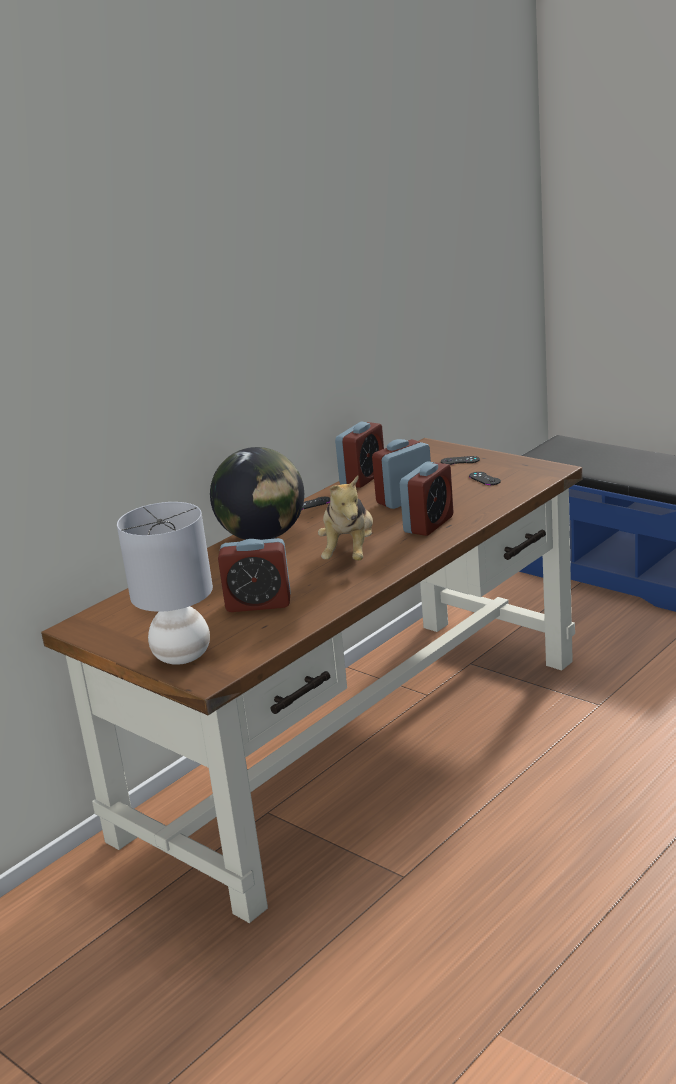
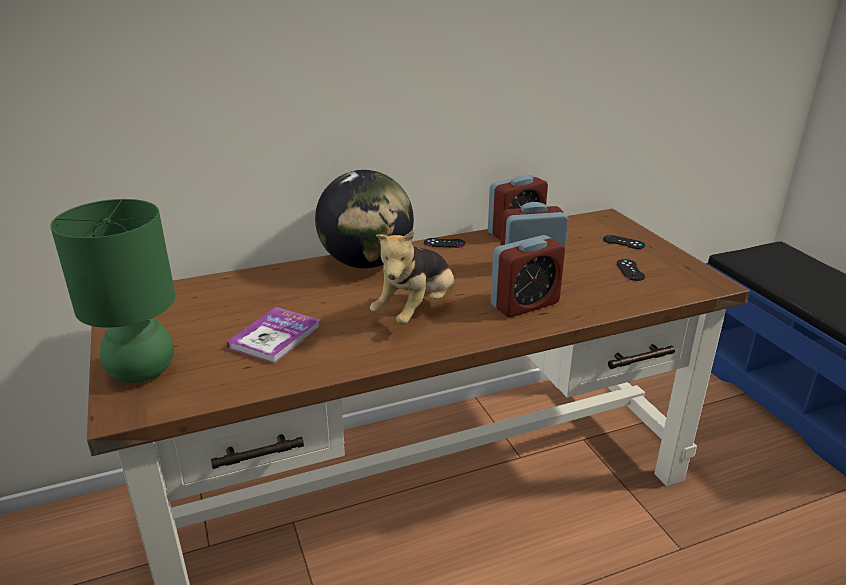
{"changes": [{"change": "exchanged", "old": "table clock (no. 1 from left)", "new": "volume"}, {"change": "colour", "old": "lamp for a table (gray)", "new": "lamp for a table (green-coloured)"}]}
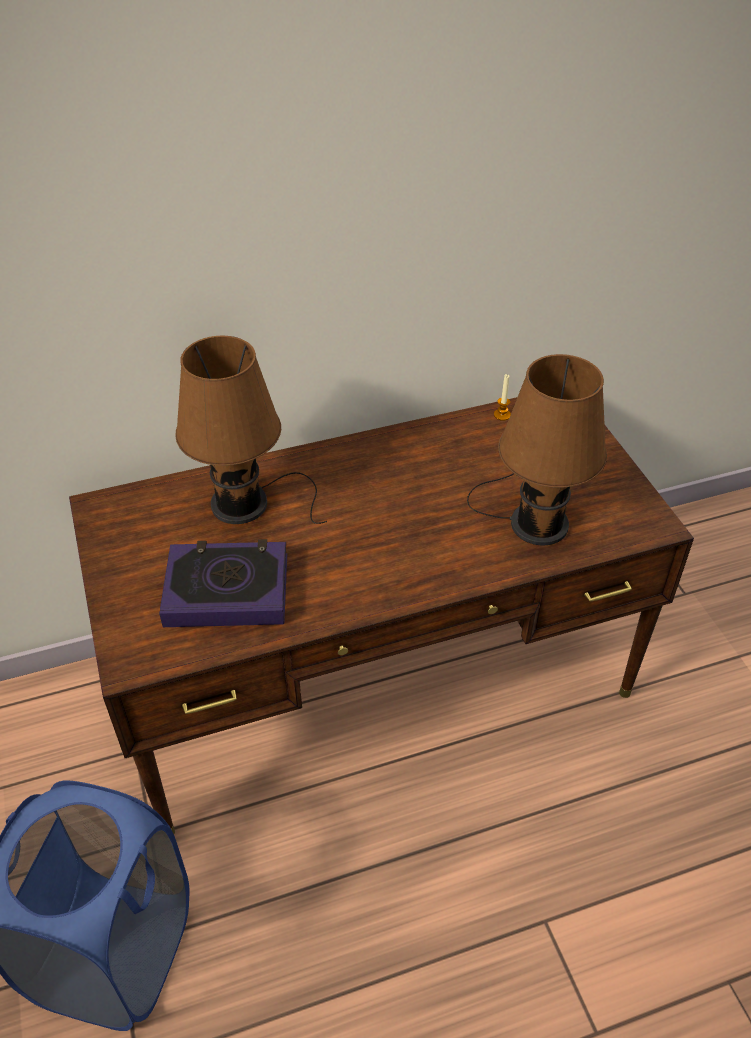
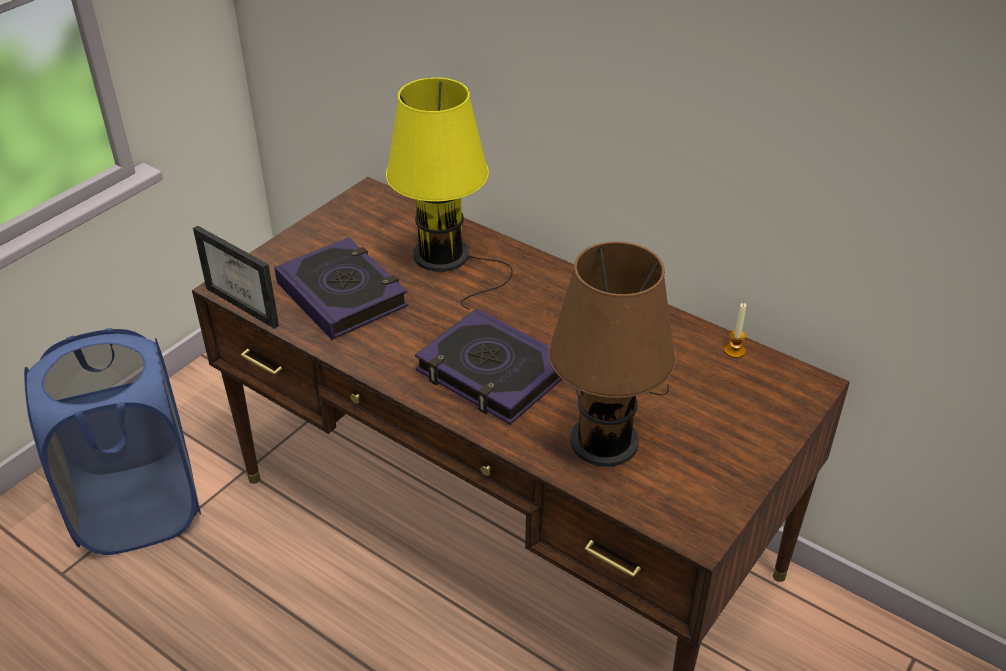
{"changes": [{"change": "appeared", "new": "picture frame"}, {"change": "appeared", "new": "volume (no. 2 from left)"}, {"change": "colour", "old": "lamp for a table (brownish) (no. 1 from left)", "new": "lamp for a table (yellow-coloured)"}]}
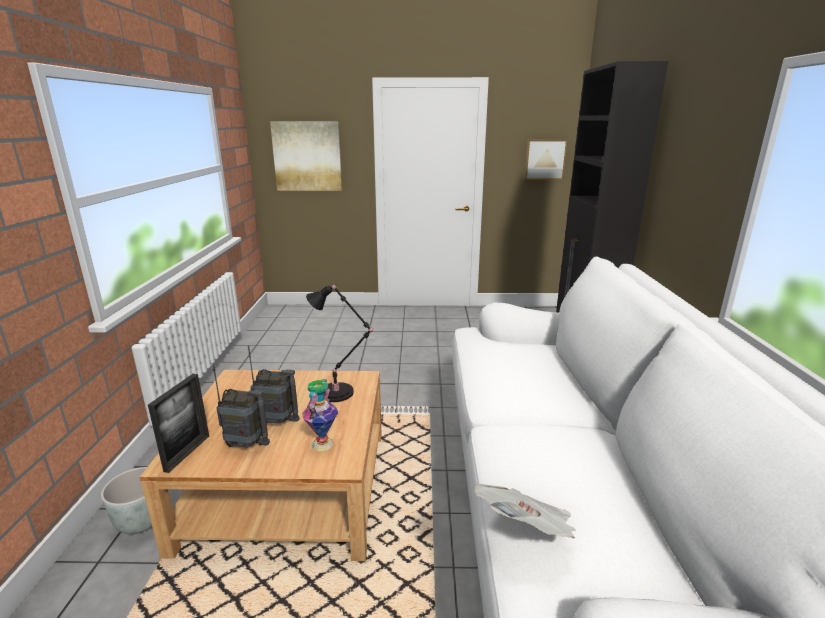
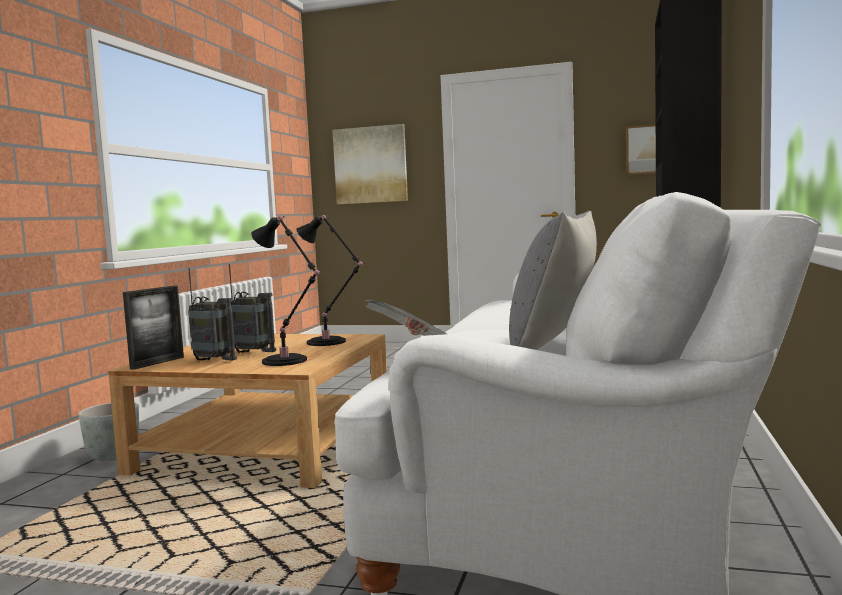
{"changes": [{"change": "appeared", "new": "pillow (gray)"}, {"change": "exchanged", "old": "flower vase", "new": "lamp for a table (black) (no. 1 from left)"}]}
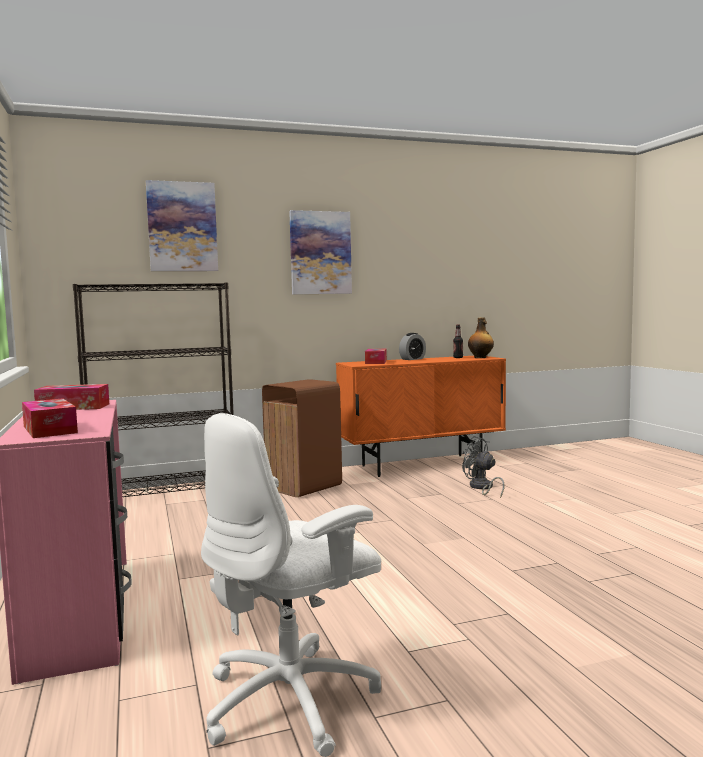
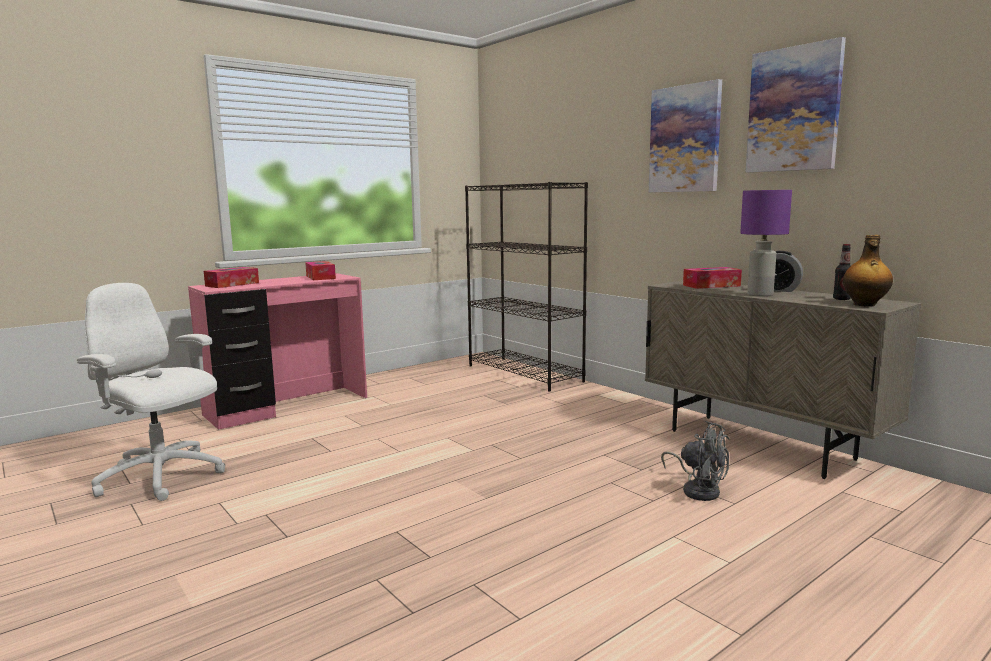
{"changes": [{"change": "missing", "old": "rubbish bin (brownish)"}, {"change": "appeared", "new": "lamp for a table (purplish)"}, {"change": "relocated", "old": "wall art (no. 1 from left in the first image)", "new": "wall art (no. 2 from left)"}, {"change": "colour", "old": "cabinet (orange)", "new": "cabinet (beige-coloured)"}, {"change": "spun", "old": "electric fan (gray)", "degrees": 105}]}
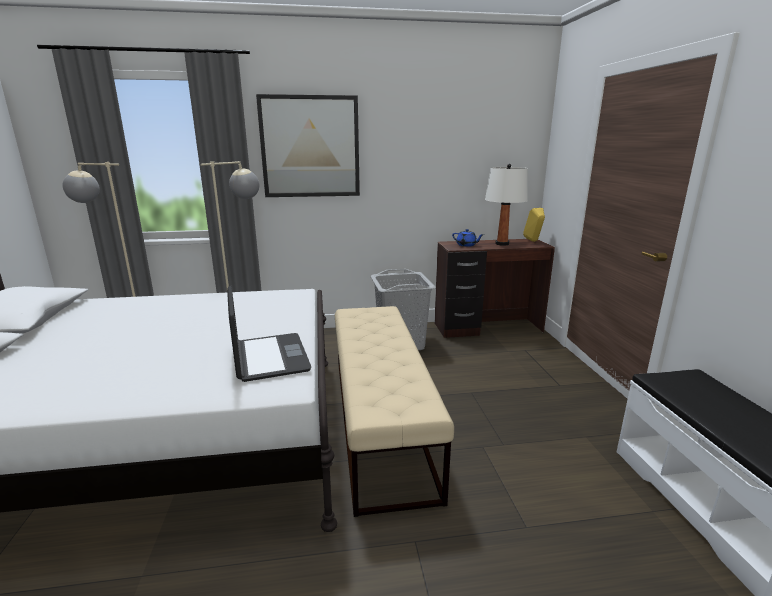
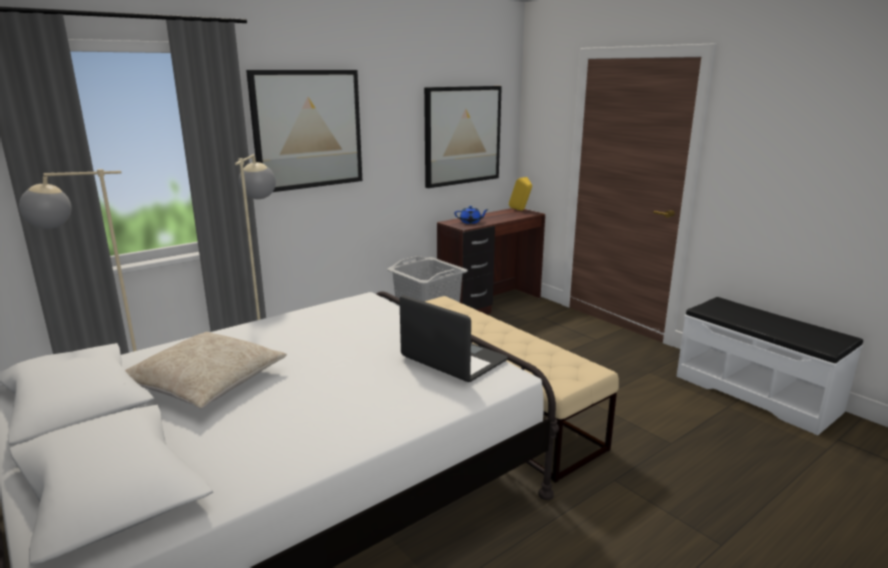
{"changes": [{"change": "missing", "old": "lamp for a table (white-coloured)"}, {"change": "appeared", "new": "pillow (beige-coloured)"}, {"change": "appeared", "new": "wall art (no. 2 from left)"}]}
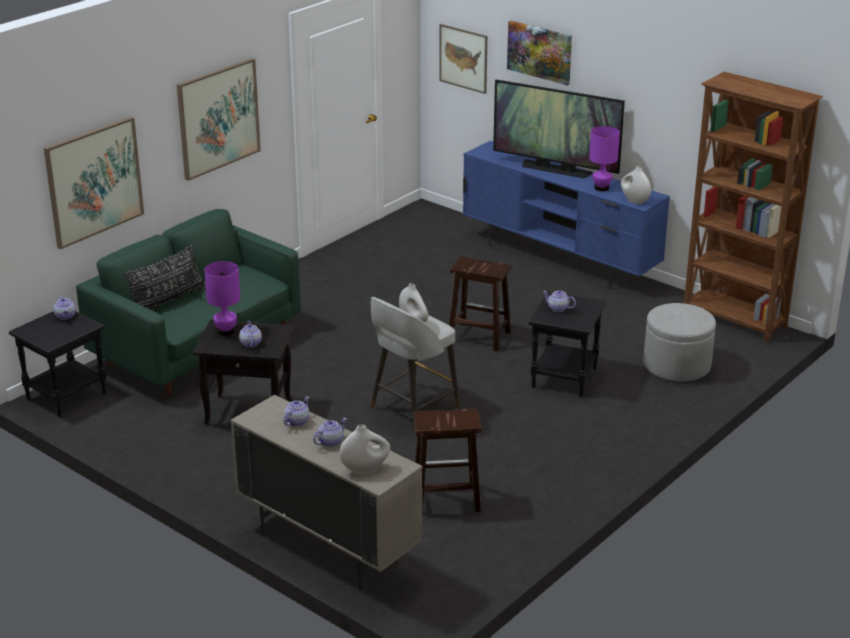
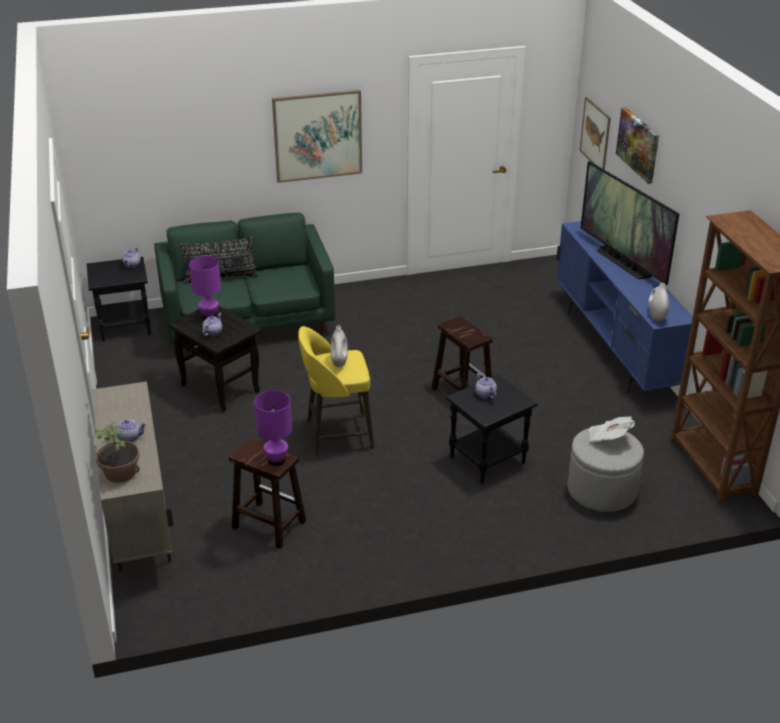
{"changes": [{"change": "missing", "old": "wall art (no. 1 from left)"}, {"change": "missing", "old": "teapot (no. 3 from left)"}, {"change": "appeared", "new": "daily paper"}, {"change": "relocated", "old": "lamp for a table (purplish) (no. 2 from left)"}, {"change": "exchanged", "old": "flower vase (white-coloured) (no. 1 from left)", "new": "potted plant"}, {"change": "colour", "old": "stool seat (gray)", "new": "stool seat (yellow-coloured)"}]}
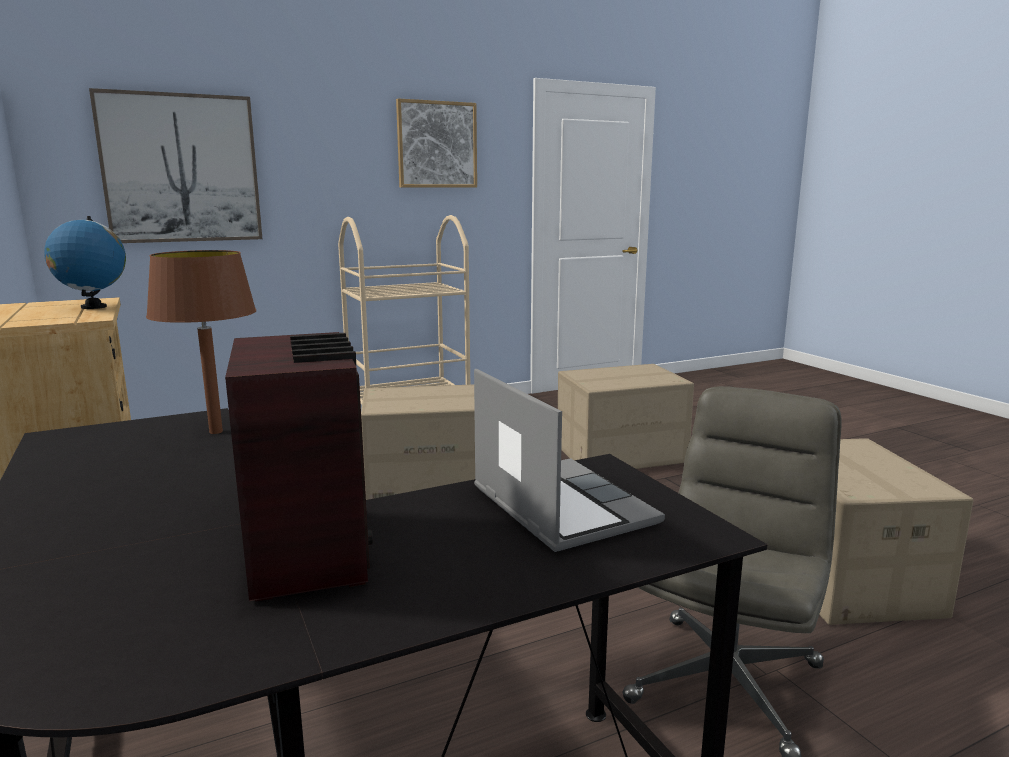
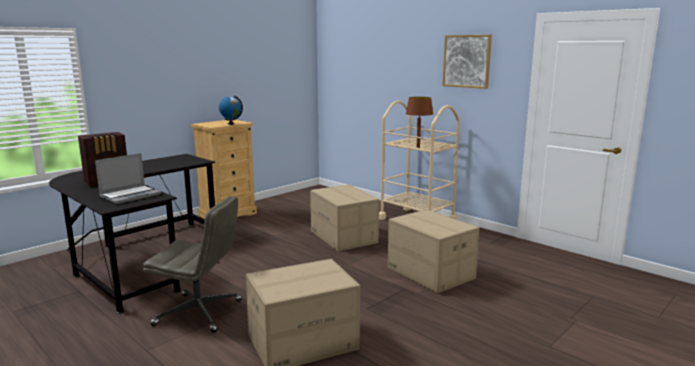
{"changes": [{"change": "missing", "old": "wall art (no. 1 from left)"}, {"change": "relocated", "old": "lamp for a table (brownish)"}]}
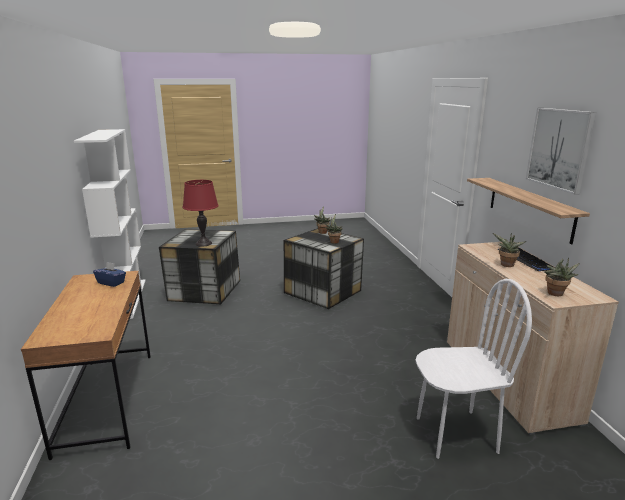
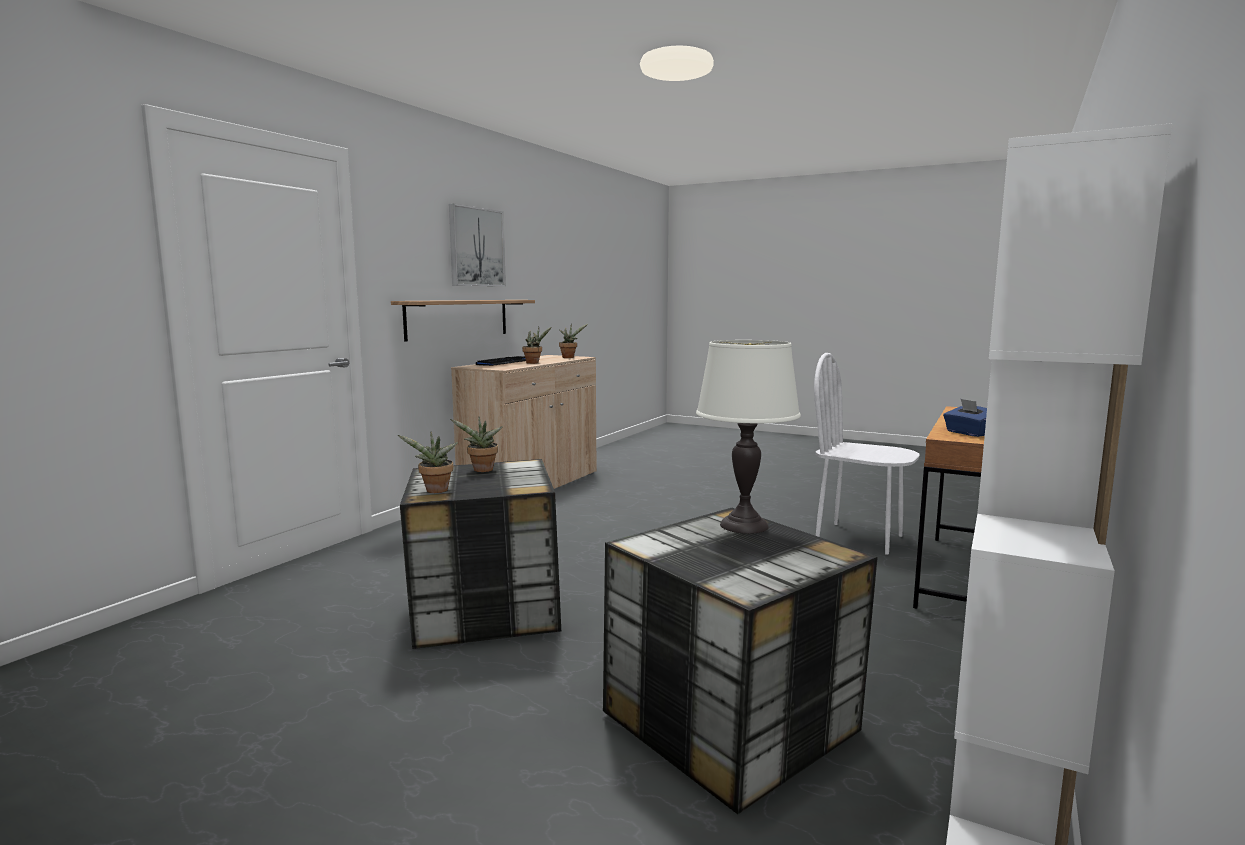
{"changes": [{"change": "relocated", "old": "chair (white-coloured)"}, {"change": "colour", "old": "lamp for a table (reddish)", "new": "lamp for a table (white-coloured)"}]}
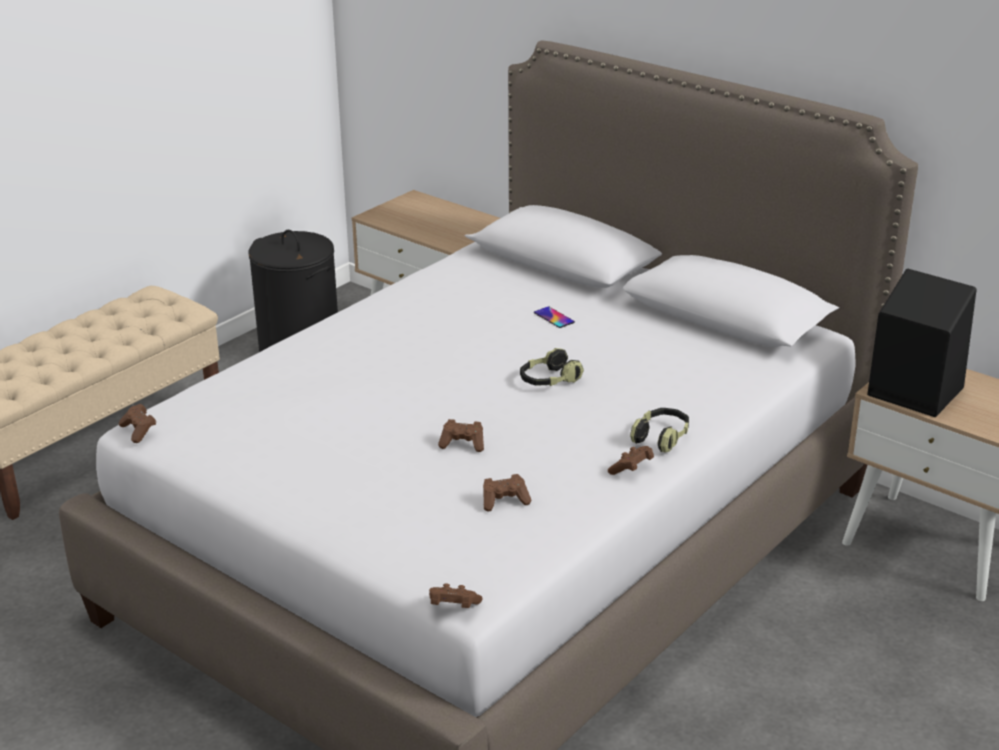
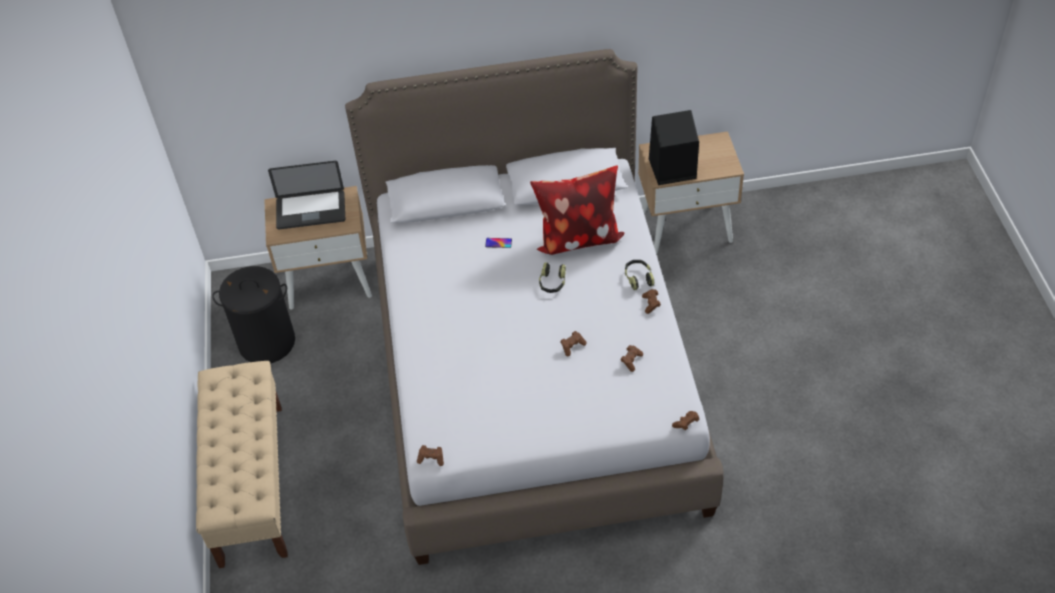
{"changes": [{"change": "appeared", "new": "portable computer"}, {"change": "appeared", "new": "pillow"}]}
